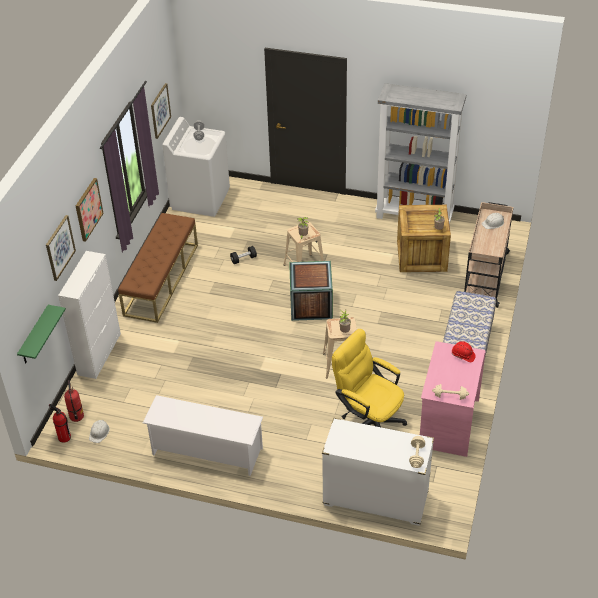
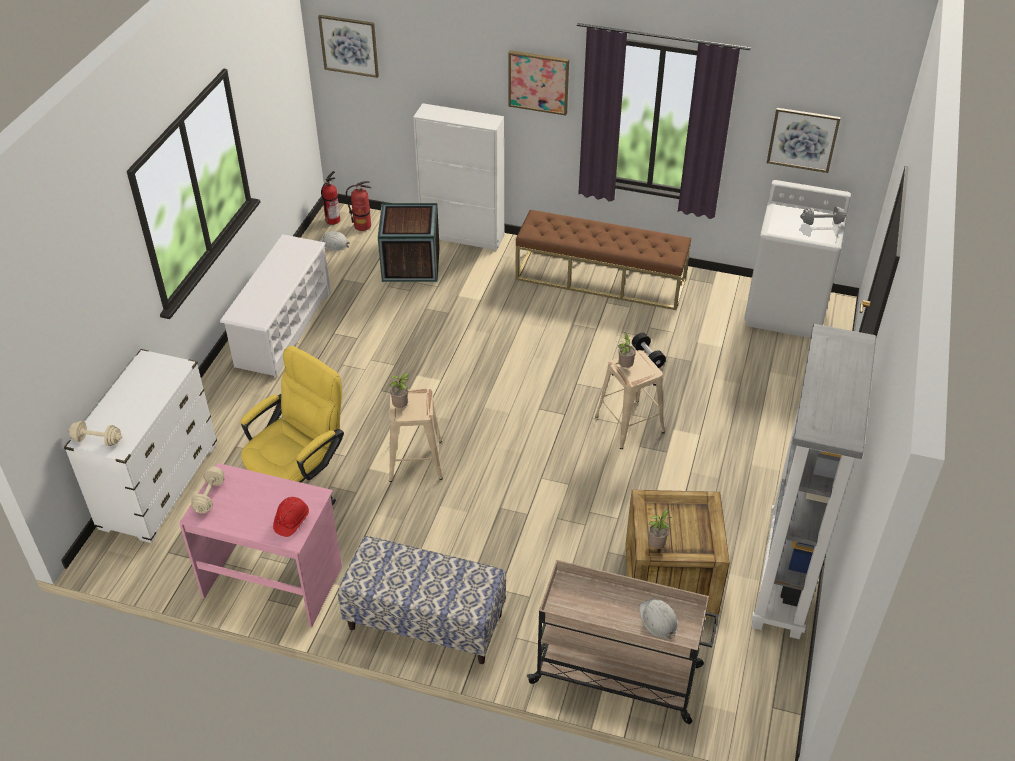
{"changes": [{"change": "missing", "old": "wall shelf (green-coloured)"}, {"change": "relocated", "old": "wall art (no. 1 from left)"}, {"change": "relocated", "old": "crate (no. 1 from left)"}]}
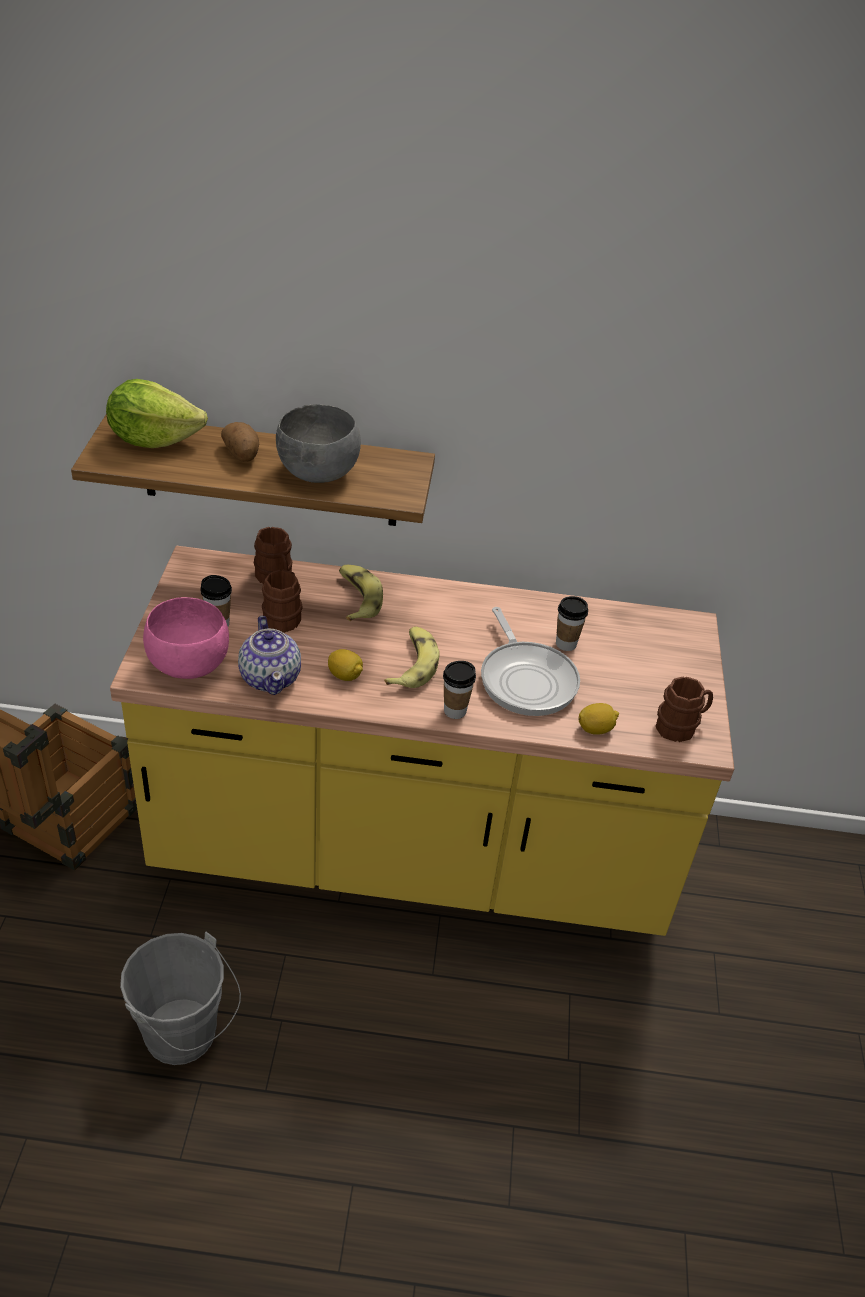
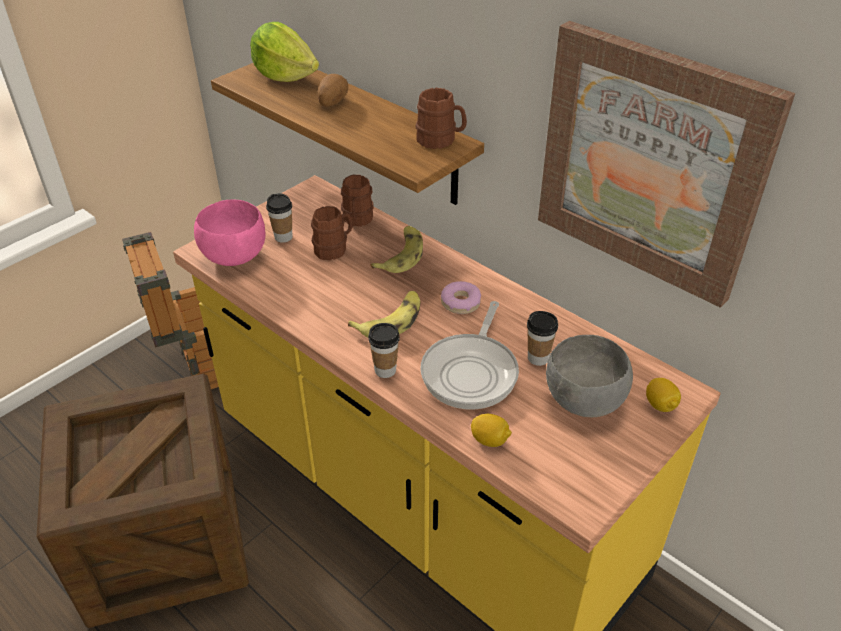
{"changes": [{"change": "missing", "old": "teapot"}, {"change": "appeared", "new": "ring doughnut"}, {"change": "appeared", "new": "wall art"}, {"change": "relocated", "old": "deep dish (gray)"}, {"change": "relocated", "old": "whole lemon (no. 1 from left in the first image)", "new": "whole lemon (no. 2 from left)"}, {"change": "relocated", "old": "tea mug (brownish) (no. 3 from left)"}, {"change": "exchanged", "old": "pail (gray)", "new": "crate (no. 1 from left)"}]}
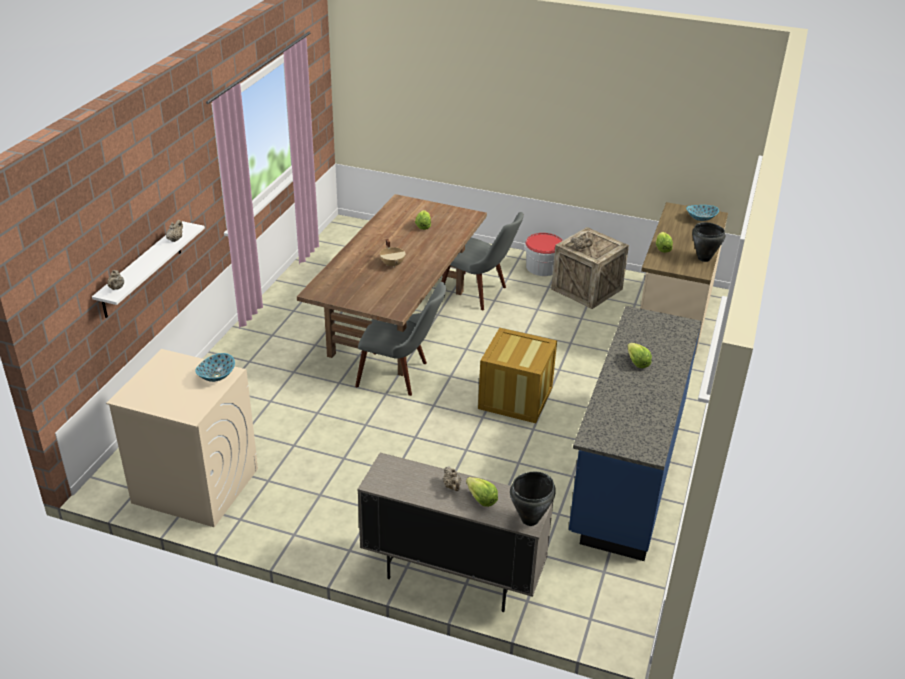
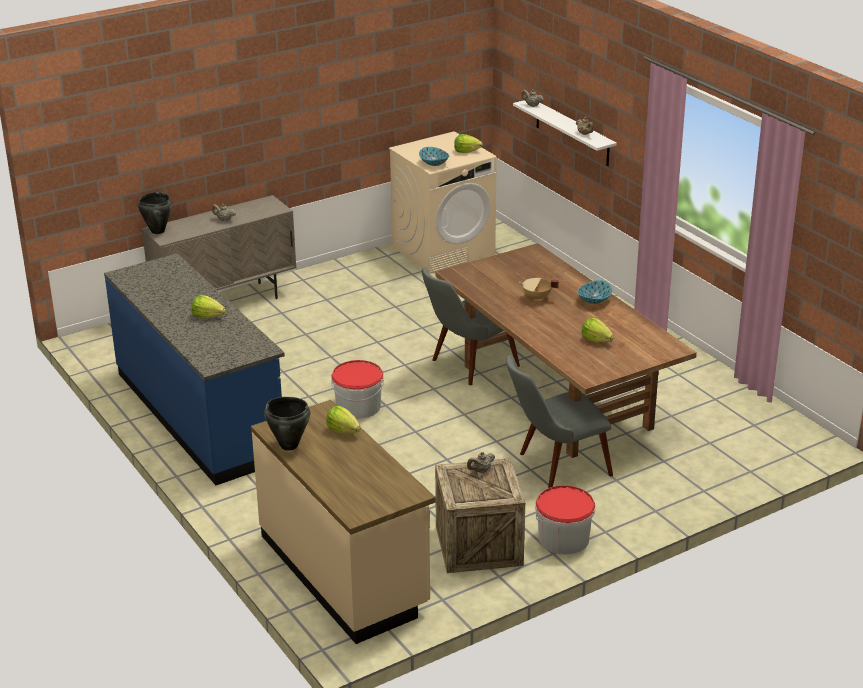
{"changes": [{"change": "relocated", "old": "head of lettuce (no. 2 from left in the first image)", "new": "head of lettuce (no. 3 from left)"}, {"change": "relocated", "old": "deep dish (no. 2 from left)"}, {"change": "exchanged", "old": "crate (no. 1 from left)", "new": "pail (no. 1 from left)"}]}
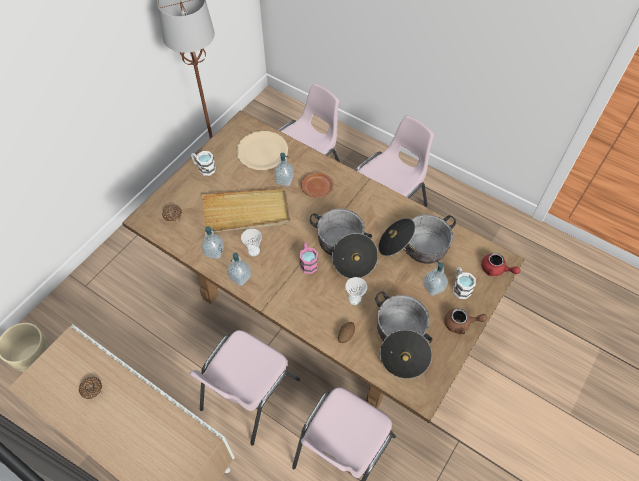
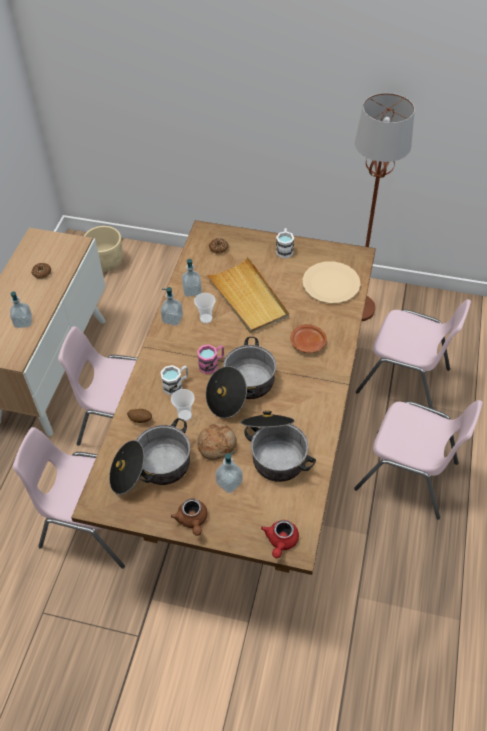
{"changes": [{"change": "appeared", "new": "baked bread"}, {"change": "relocated", "old": "soap dispenser (no. 3 from left in the first image)", "new": "soap dispenser (no. 1 from left)"}, {"change": "relocated", "old": "tea mug (white-coloured) (no. 2 from left in the first image)", "new": "tea mug (white-coloured) (no. 1 from left)"}]}
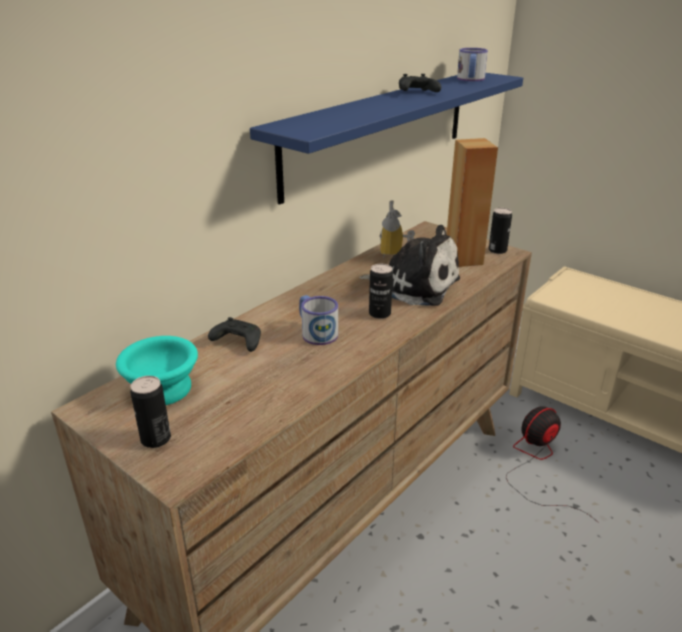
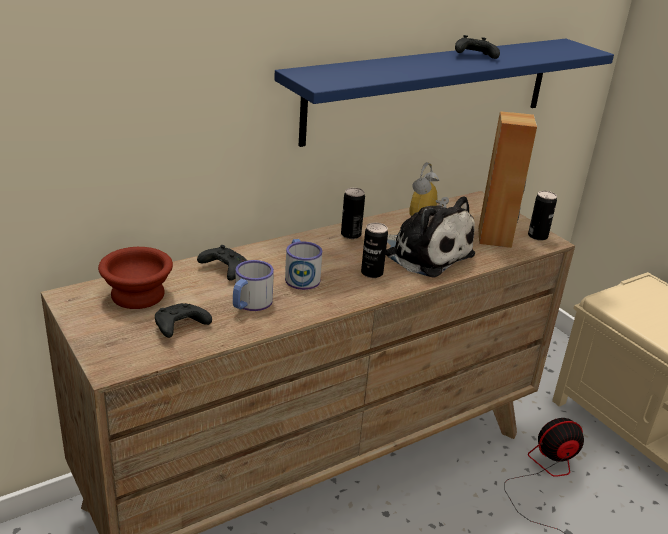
{"changes": [{"change": "appeared", "new": "game controller (black) (no. 1 from left)"}, {"change": "relocated", "old": "metal can (no. 1 from left)"}, {"change": "relocated", "old": "tea mug (no. 2 from left in the first image)", "new": "tea mug (no. 1 from left)"}, {"change": "colour", "old": "deep dish (blue-green)", "new": "deep dish (brownish)"}]}
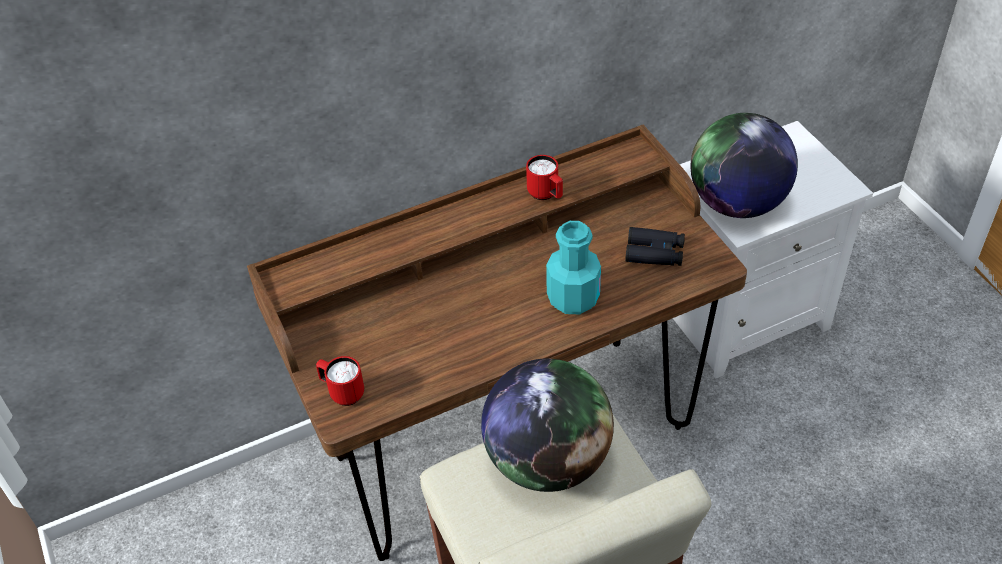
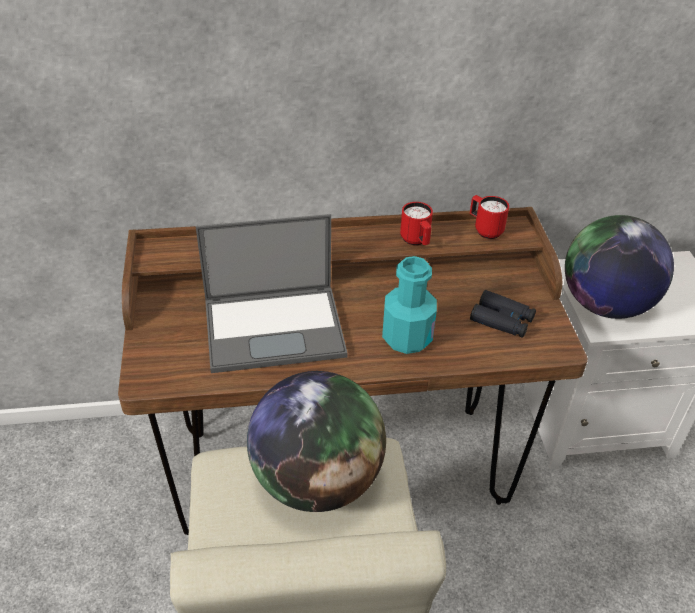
{"changes": [{"change": "appeared", "new": "portable computer"}, {"change": "relocated", "old": "tea mug (reddish) (no. 1 from left in the first image)", "new": "tea mug (reddish) (no. 2 from left)"}]}
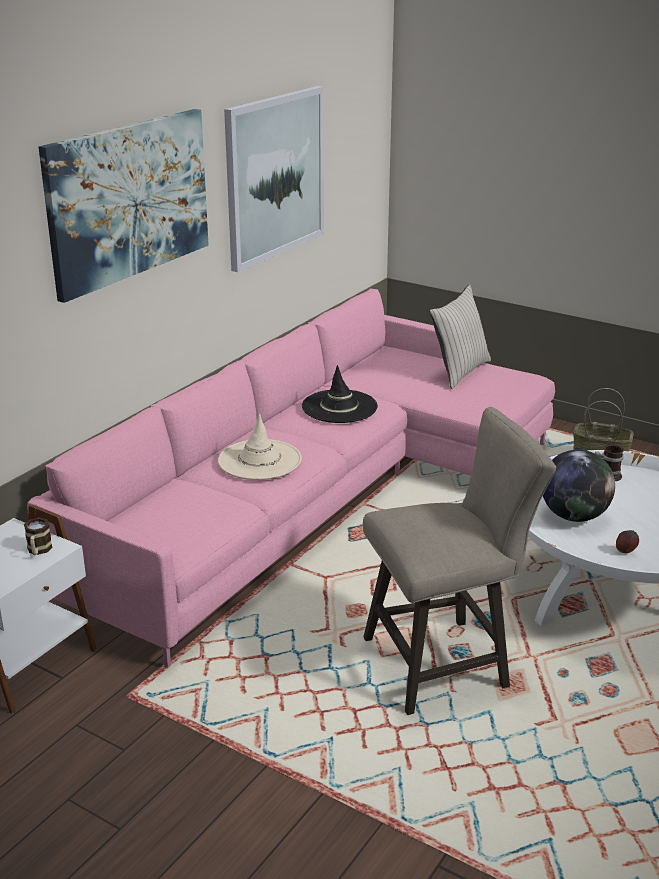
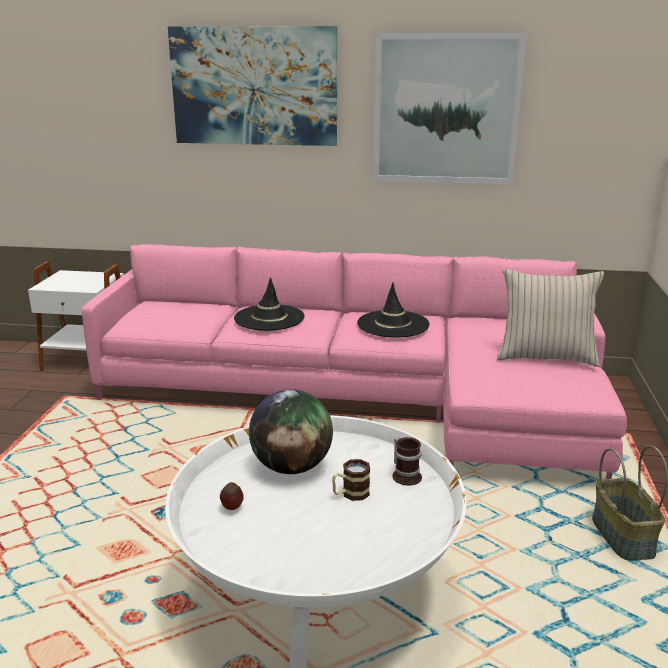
{"changes": [{"change": "missing", "old": "stool seat (beige-coloured)"}, {"change": "relocated", "old": "tea mug (no. 1 from left)"}, {"change": "colour", "old": "clothing hat (beige-coloured)", "new": "clothing hat (black) (no. 1 from left)"}]}
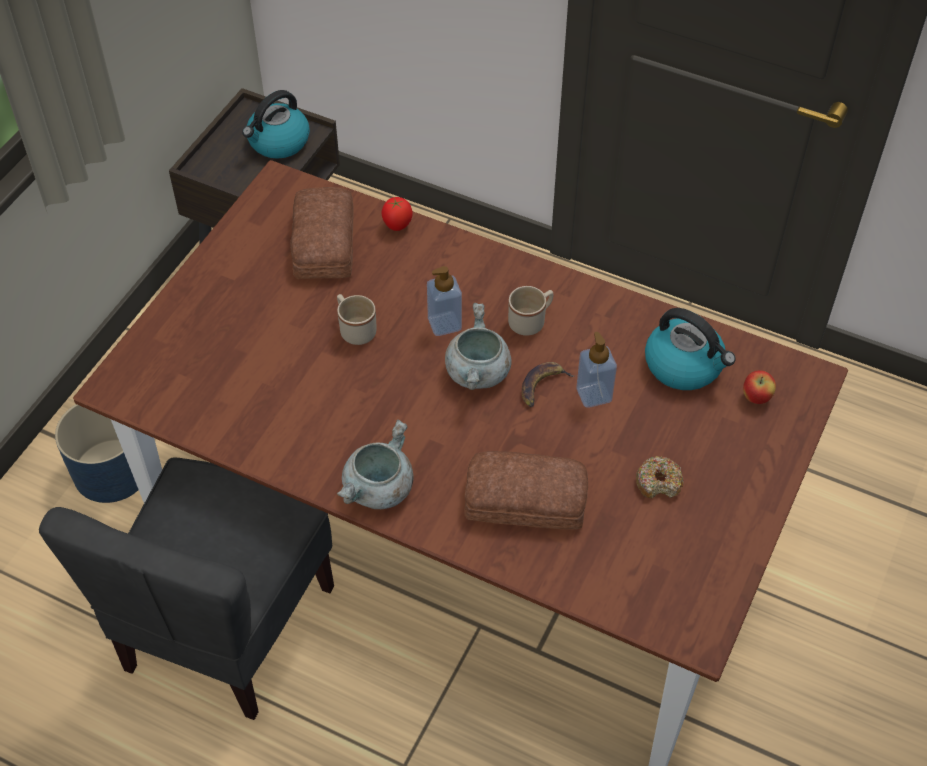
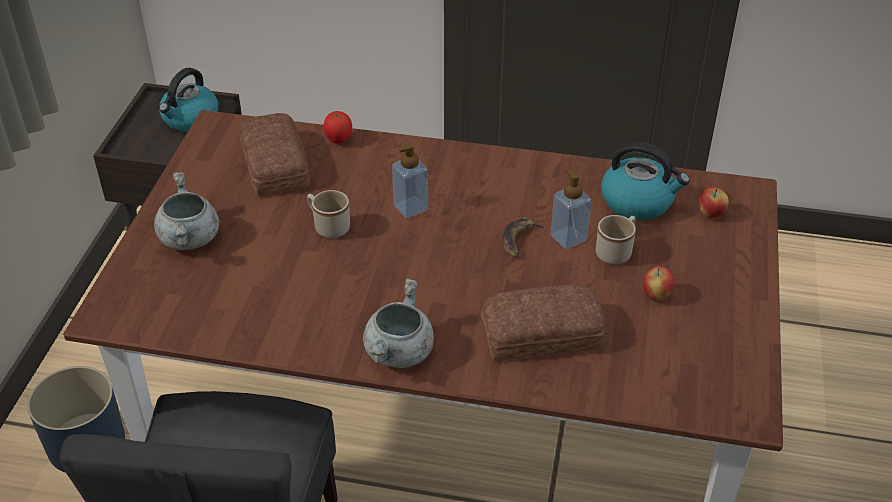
{"changes": [{"change": "relocated", "old": "cooking pot (gray) (no. 2 from left in the first image)", "new": "cooking pot (gray) (no. 1 from left)"}, {"change": "relocated", "old": "tea mug (beige-coloured) (no. 2 from left)"}, {"change": "exchanged", "old": "ring doughnut", "new": "whole apple (no. 1 from left)"}]}
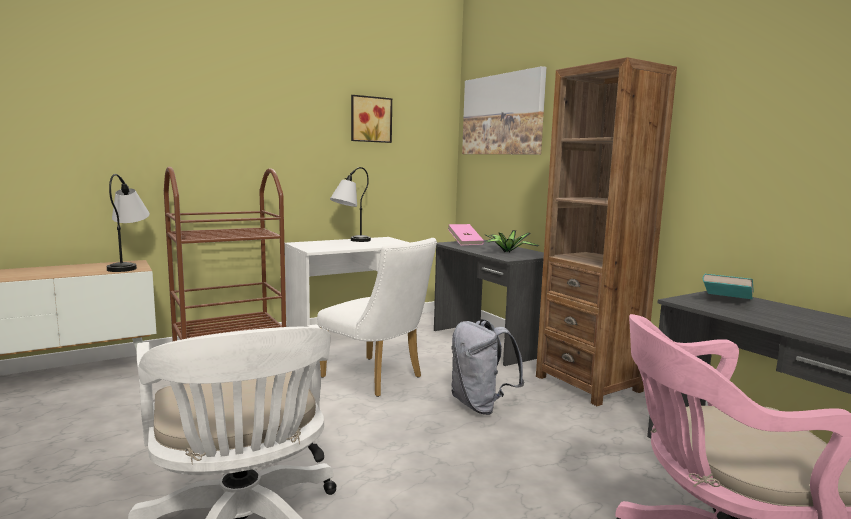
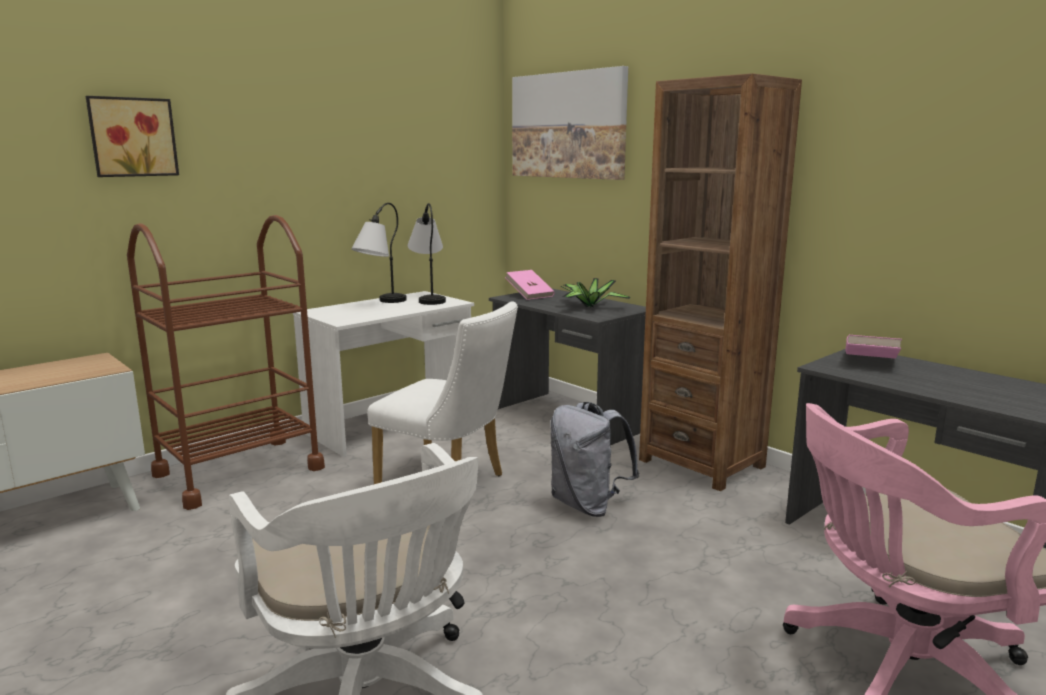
{"changes": [{"change": "relocated", "old": "lamp for a table (no. 1 from left in the first image)", "new": "lamp for a table (no. 2 from left)"}, {"change": "relocated", "old": "wall art (no. 1 from left)"}, {"change": "colour", "old": "volume (blue-green)", "new": "volume (pink) (no. 2 from left)"}]}
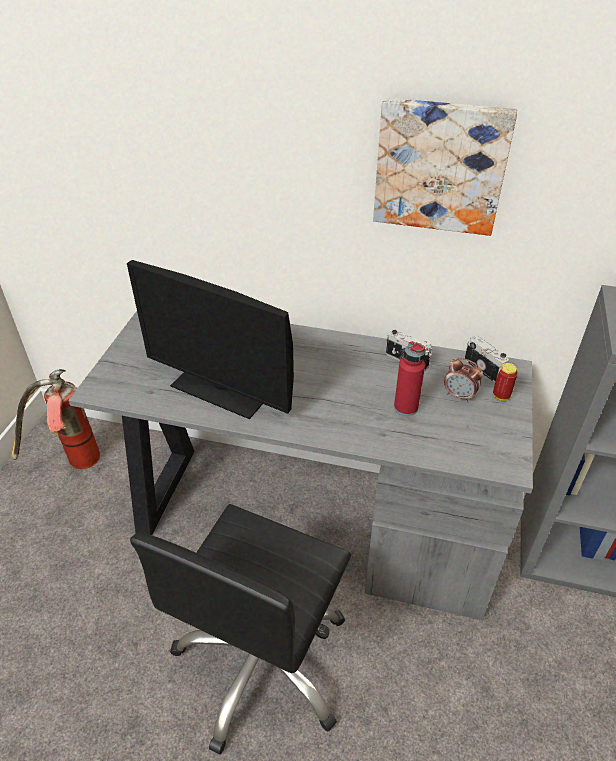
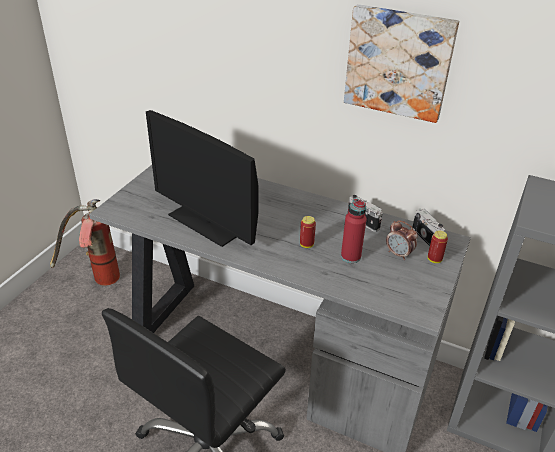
{"changes": [{"change": "appeared", "new": "metal can (no. 1 from left)"}]}
